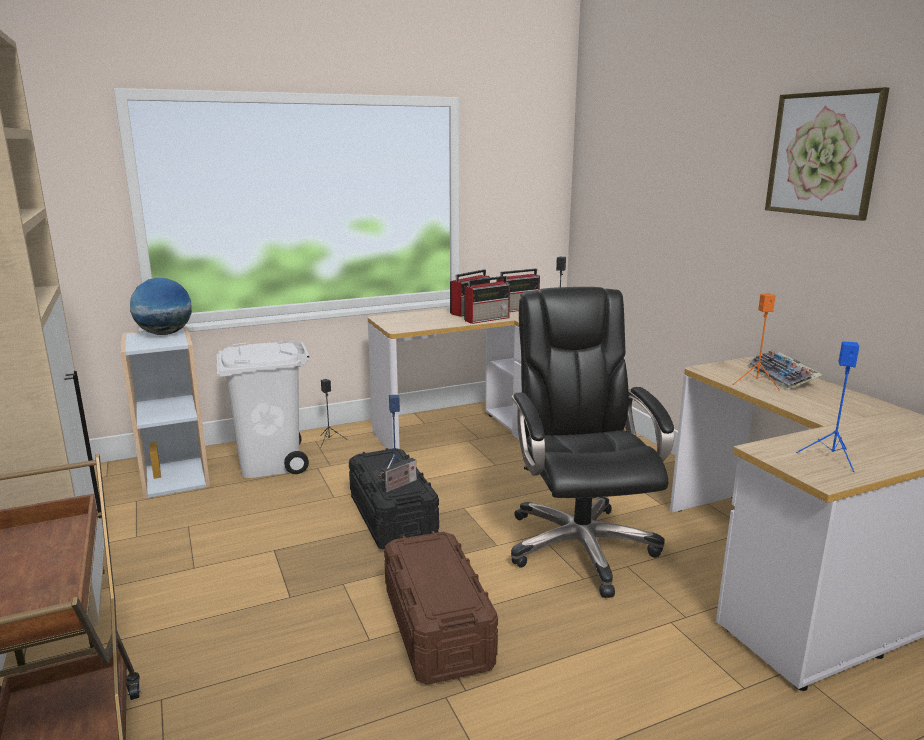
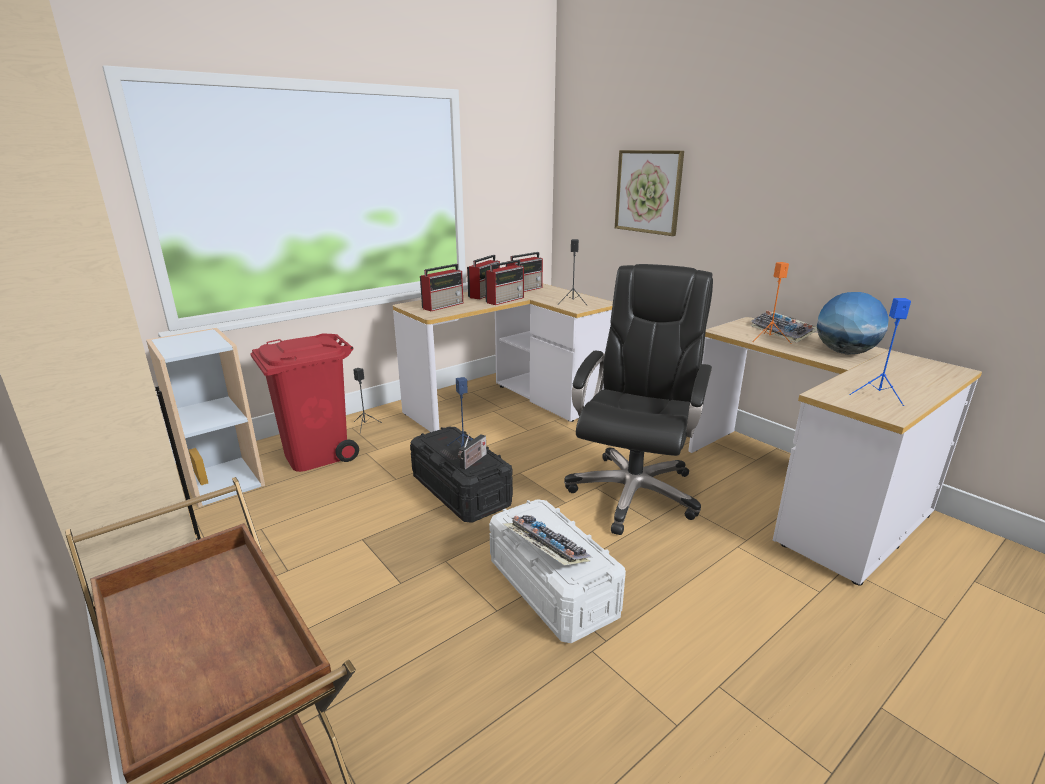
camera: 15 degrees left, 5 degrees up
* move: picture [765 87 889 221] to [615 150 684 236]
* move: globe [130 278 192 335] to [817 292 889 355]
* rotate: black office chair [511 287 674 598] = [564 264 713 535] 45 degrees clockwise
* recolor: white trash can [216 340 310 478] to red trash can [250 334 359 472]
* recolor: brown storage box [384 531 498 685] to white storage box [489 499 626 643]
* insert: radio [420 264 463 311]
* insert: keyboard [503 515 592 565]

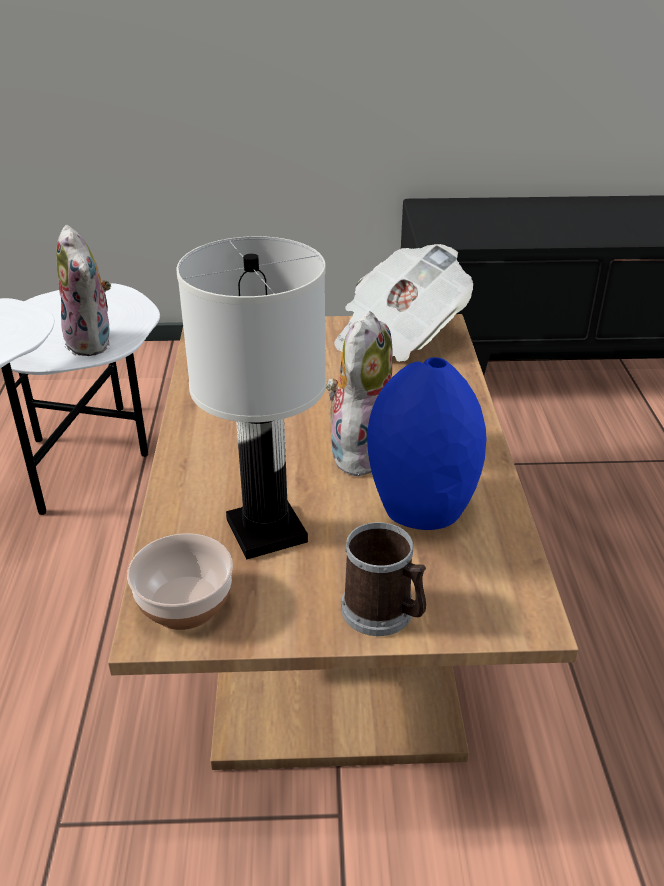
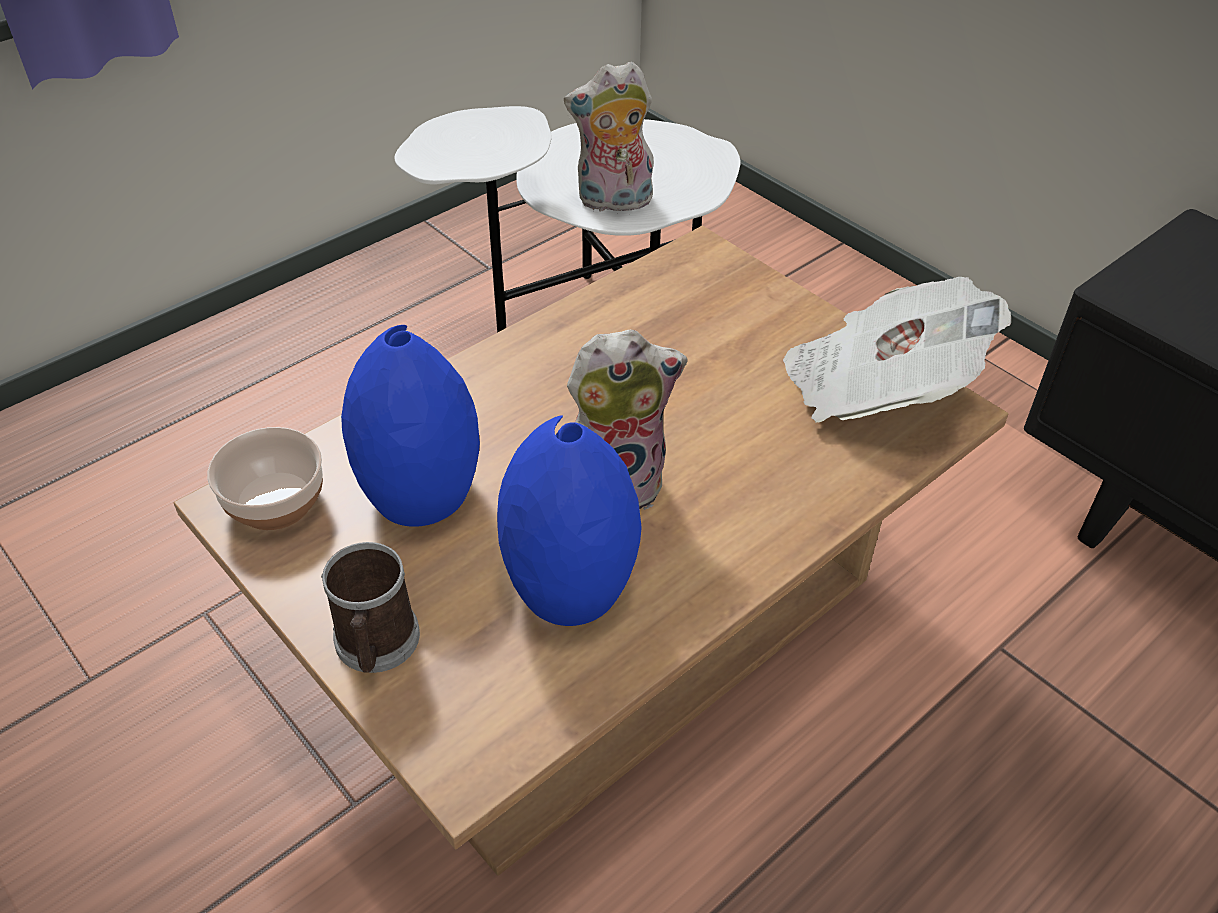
camera: 50 degrees right, 10 degrees up
* rotate: plush toy [56 225 111 356] = [564 62 654 215] 60 degrees clockwise
* replace: white table lamp [176 236 326 559] to blue vase [341 325 480 527]

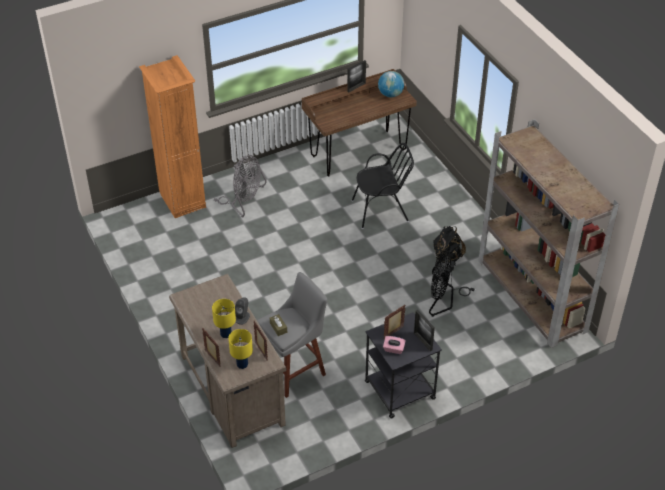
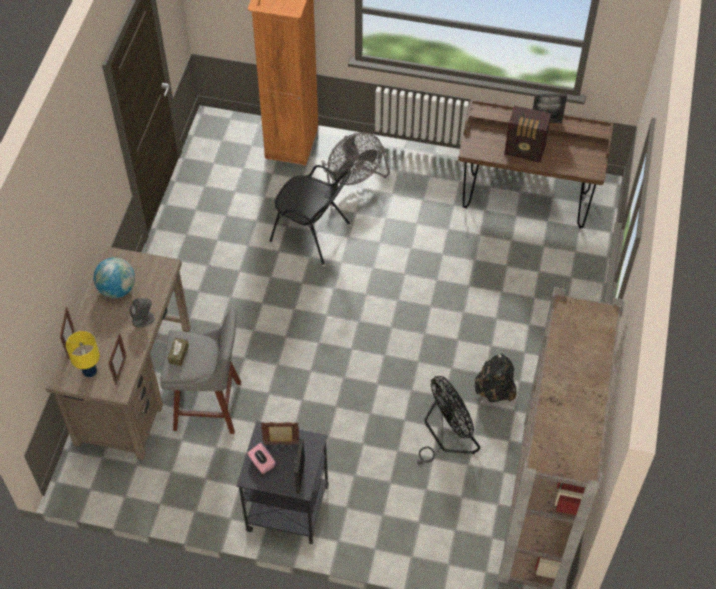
camera: 40 degrees right, 10 degrees up
* move: globe [378 71 404 97] to [94 257 135 298]
* move: black chair [351 143 414 229] to [269 165 351 267]
* rotate: black fan [429 250 475 317] = [416 376 480 465] 105 degrees clockwise
* delete: yellow table lamp [212 299 236 338]
* insert: radio [504 105 551 163]

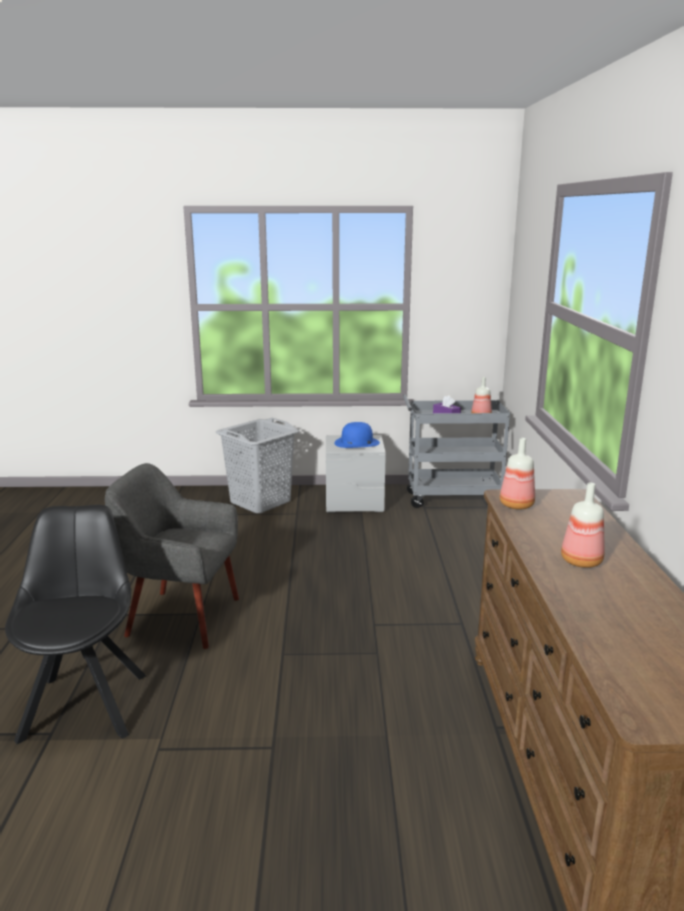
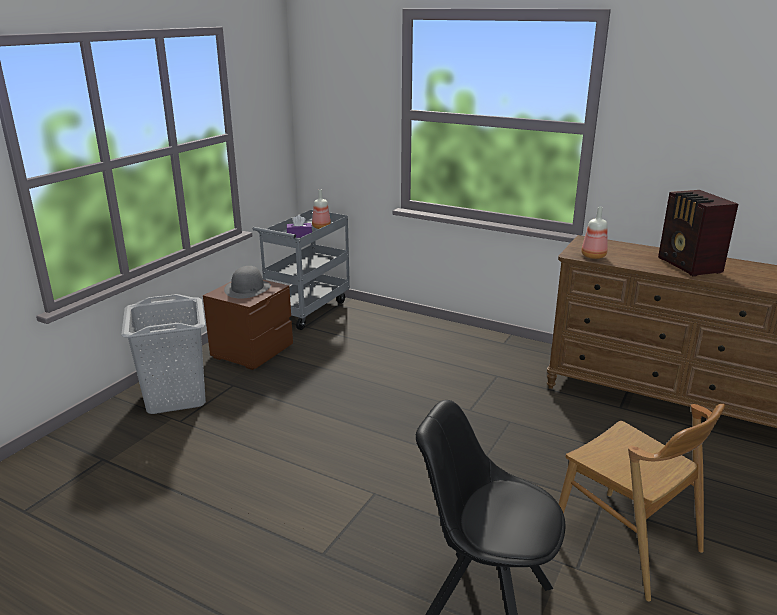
camera: 60 degrees left, 5 degrees up
* recolor: blue hat [334 422 380 448] to grey hat [224 266 271 298]
* recolor: white nightstand [326 435 386 512] to brown nightstand [203 280 293 370]
* delete: grey armchair [105 463 239 649]
* replace: bottle [561 482 605 568] to radio [658 190 738 276]
* insert: brown chair [559 404 726 601]

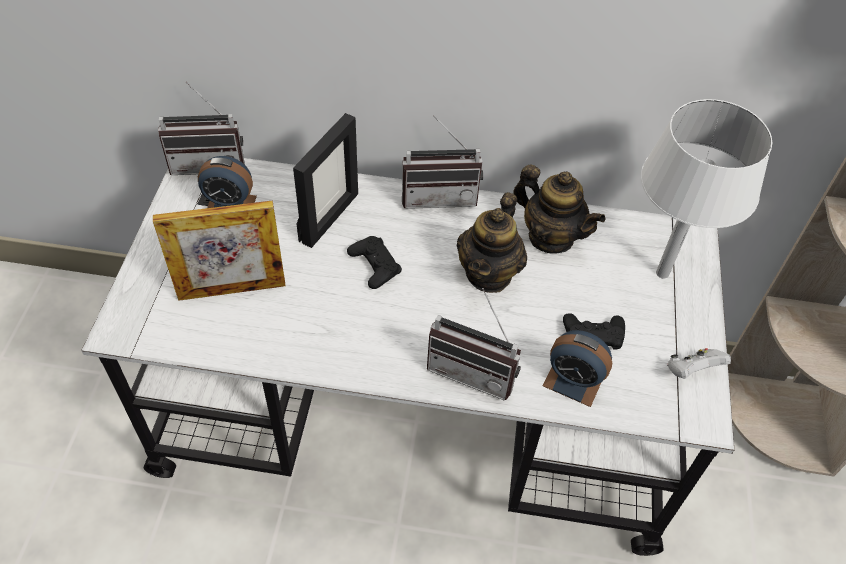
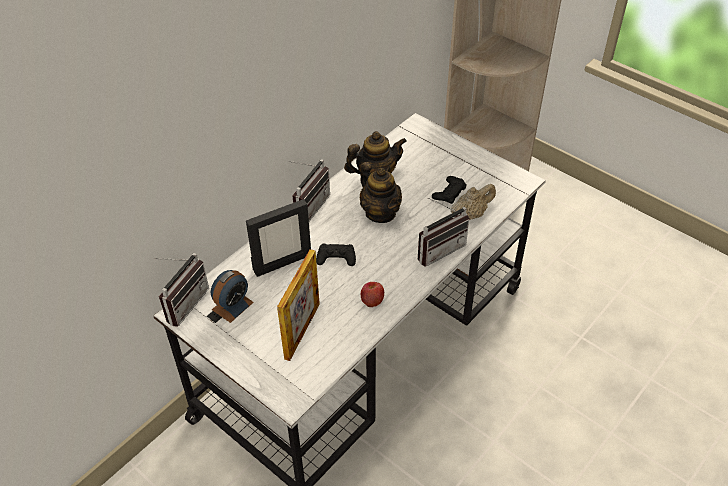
camera: 55 degrees left, 5 degrees down
* delete: white table lamp [641 99 772 279]
* rotate: picture frame [293 113 358 248] = [246 199 311 277] 90 degrees clockwise
* replace: alarm clock [543 330 612 407] to beige teapot [451 184 496 220]
* delete: white game controller [667 348 731 378]
* insert: apple [361 282 384 307]

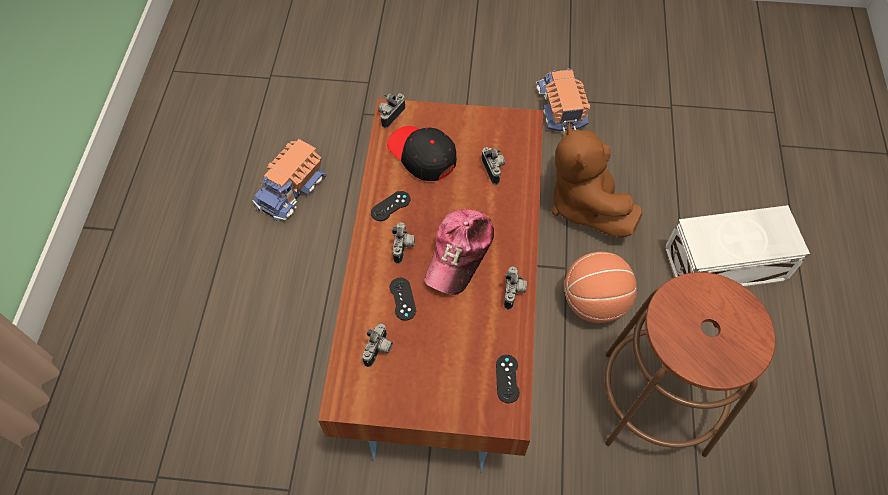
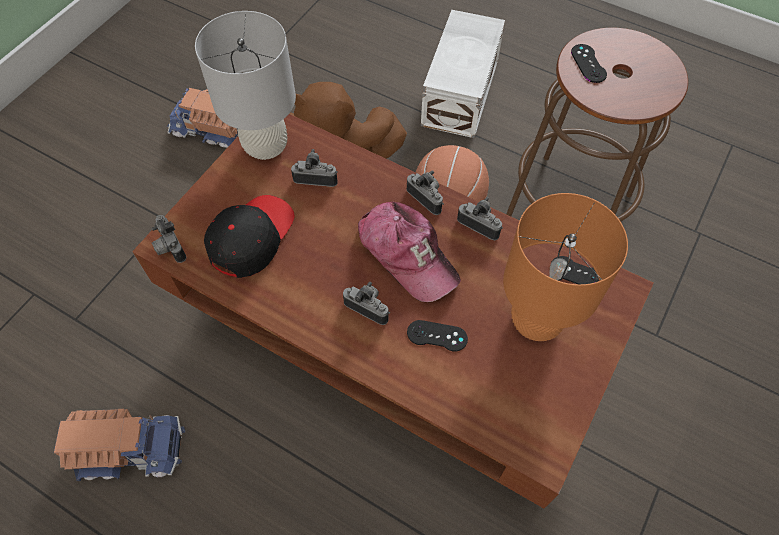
camera: 65 degrees left, 0 degrees up
* rotate: black cap [387 126 457 181] = [204 195 294 278] 135 degrees clockwise
* rotate: toy truck [252 139 326 222] = [54 409 185 481] 60 degrees counterclockwise
* move: black game controller [371 191 410 221] to [571 44 607 83]
* move: photo camera [362 324 393 367] to [406 170 444 215]
* insert: grey table lamp [195 11 296 160]
* insert: orange table lamp [503 193 628 341]

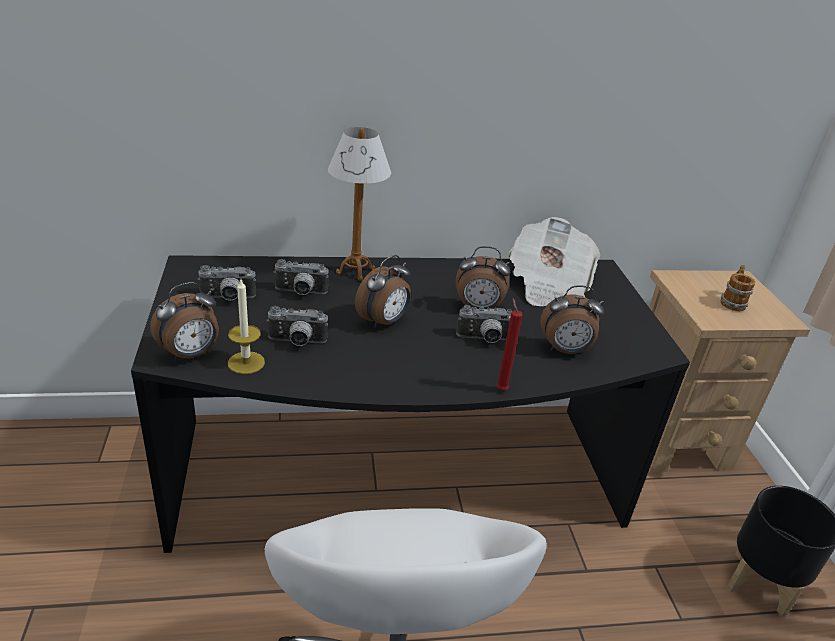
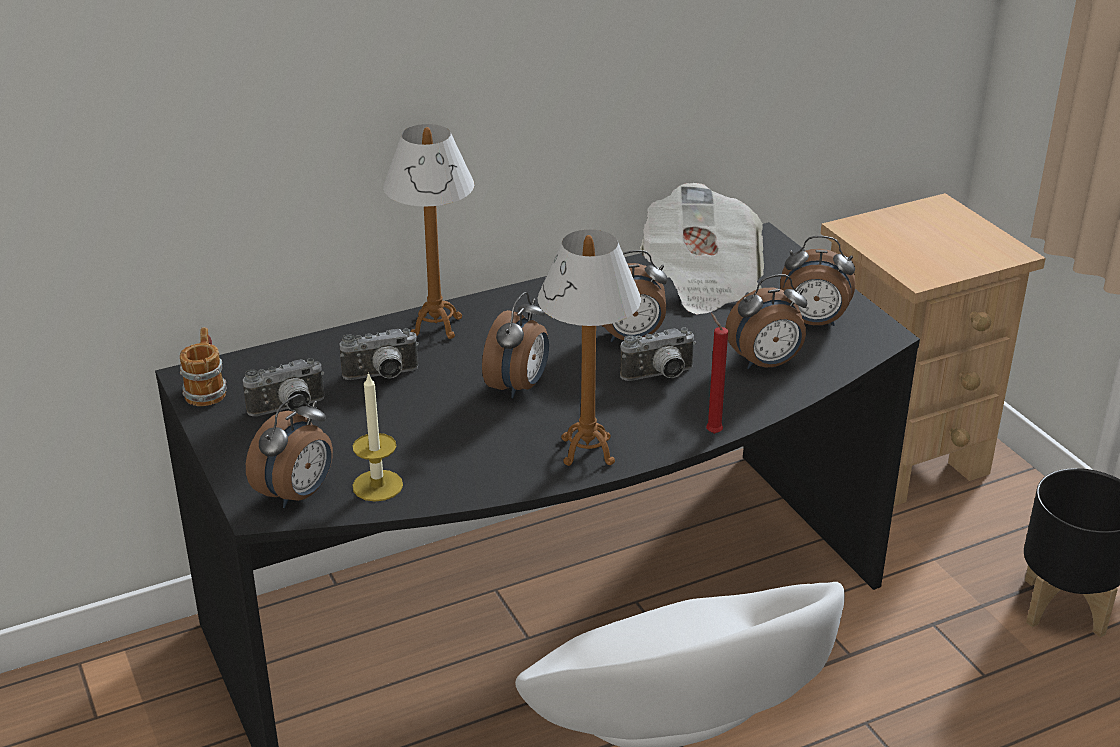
camera: 15 degrees left, 0 degrees up
* move: mug [721 265 755 311] to [180 328 226 406]
* delete: photo camera [266 306 328 346]
* insert: table lamp [538 230 641 466]
* insert: alarm clock [780 236 855 326]

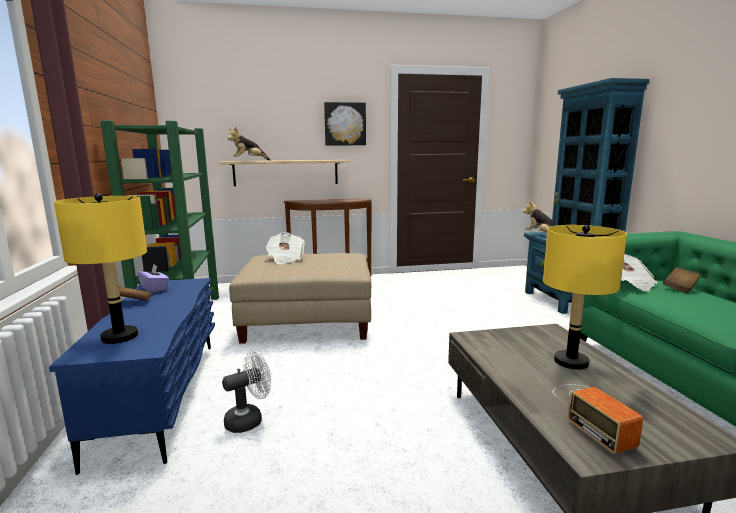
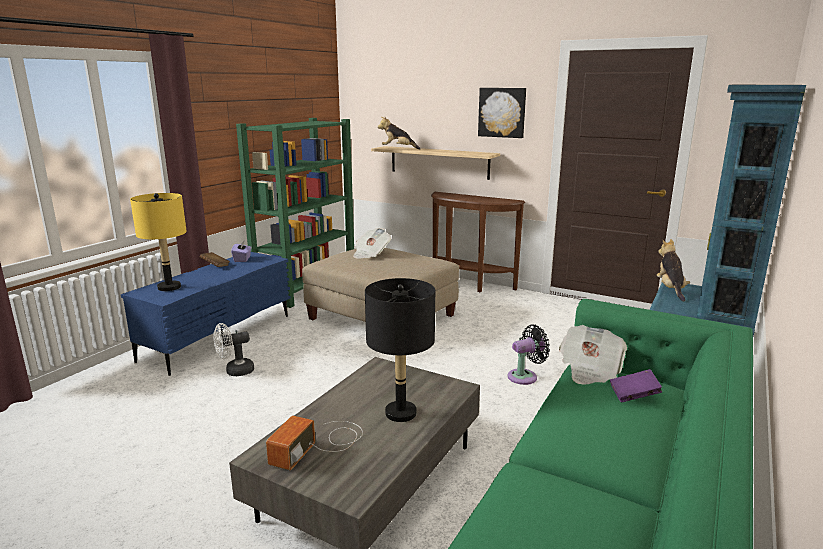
camera: 40 degrees right, 5 degrees up
* recolor: yellow table lamp [543 225 627 370] to black table lamp [365 278 435 422]
* recolor: brown book [663 267 701 293] to purple book [610 369 662 402]
* rotate: white fan [222 351 271 433] = [213 323 254 376] 150 degrees clockwise
* insert: black fan [508 324 550 385]

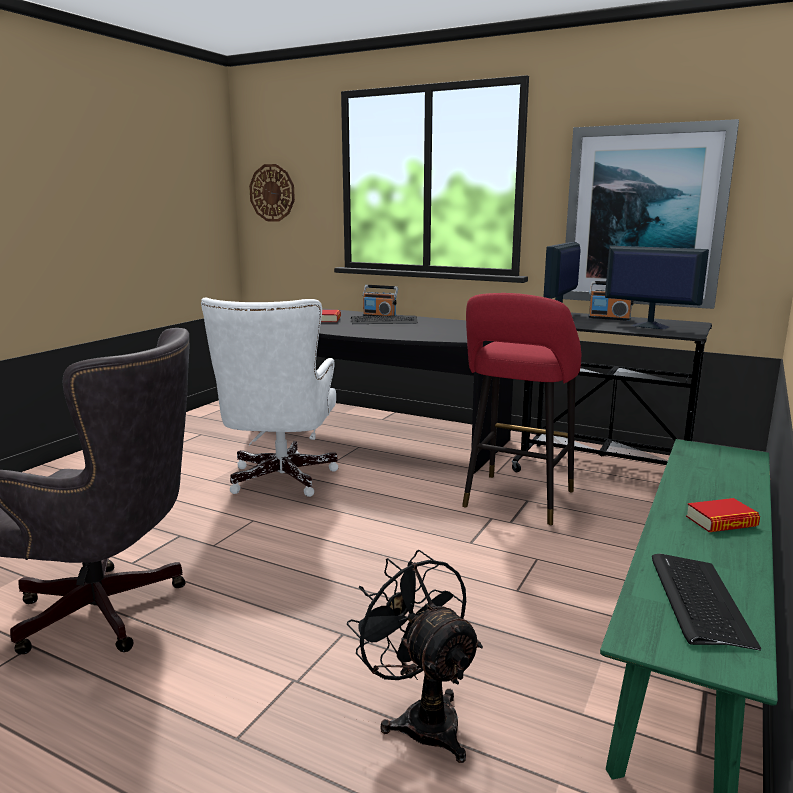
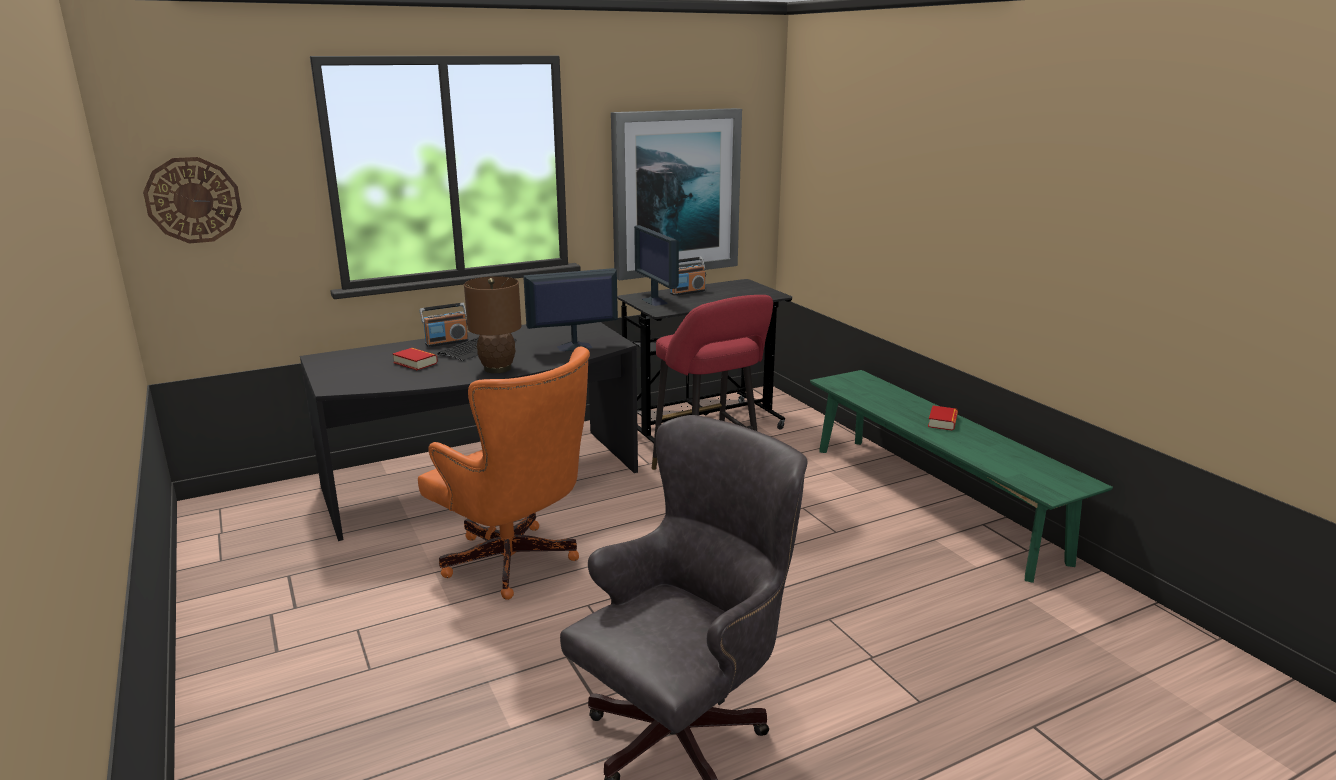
camera: 55 degrees left, 5 degrees up
* move: monitor [605 246 709 329] to [523 268 618 351]
* recolor: white office chair [201 298 338 497] to orange office chair [418 347 590 600]
* delete: black fan [347 550 483 763]
* delete: keyboard [652 554 761 651]
* insert: brown table lamp [464 276 521 373]

